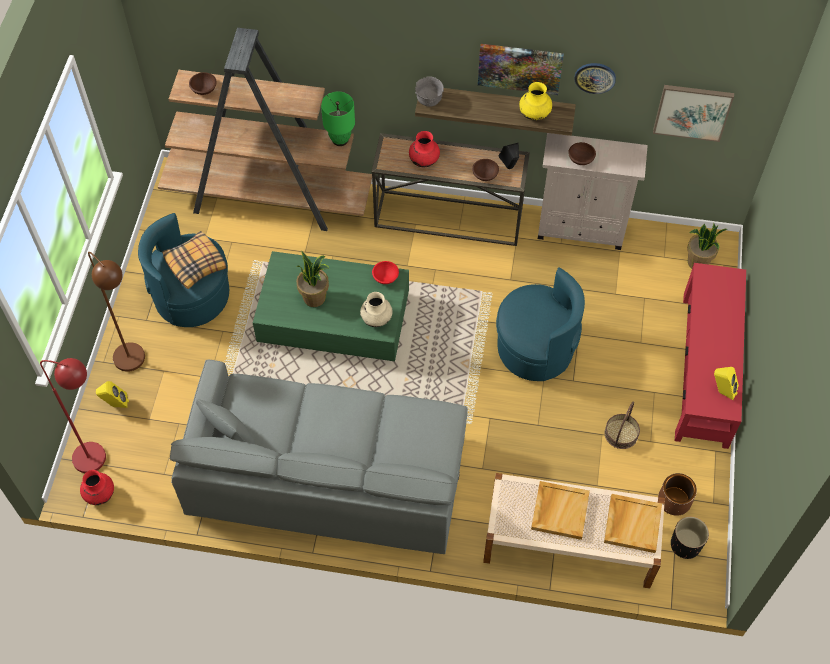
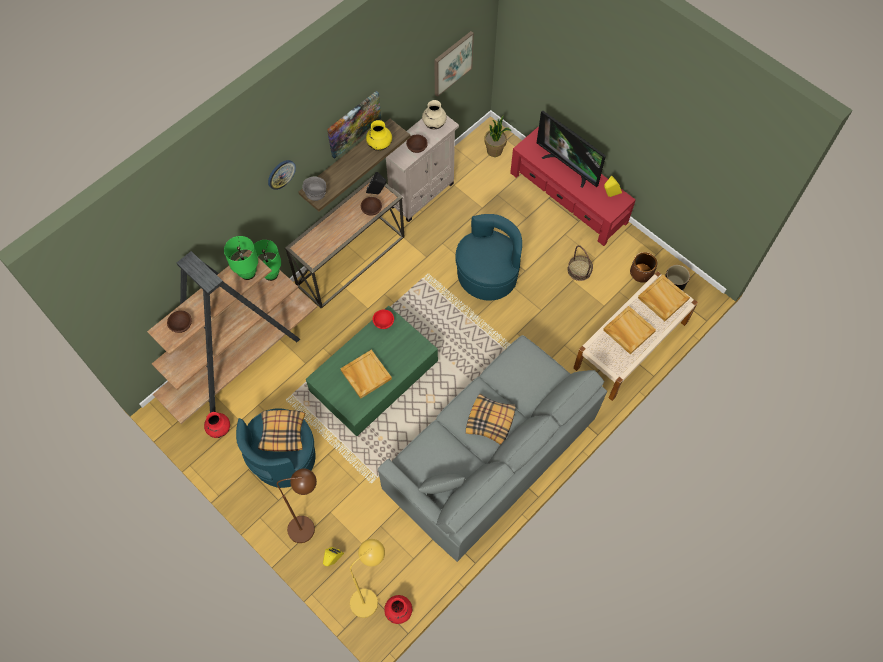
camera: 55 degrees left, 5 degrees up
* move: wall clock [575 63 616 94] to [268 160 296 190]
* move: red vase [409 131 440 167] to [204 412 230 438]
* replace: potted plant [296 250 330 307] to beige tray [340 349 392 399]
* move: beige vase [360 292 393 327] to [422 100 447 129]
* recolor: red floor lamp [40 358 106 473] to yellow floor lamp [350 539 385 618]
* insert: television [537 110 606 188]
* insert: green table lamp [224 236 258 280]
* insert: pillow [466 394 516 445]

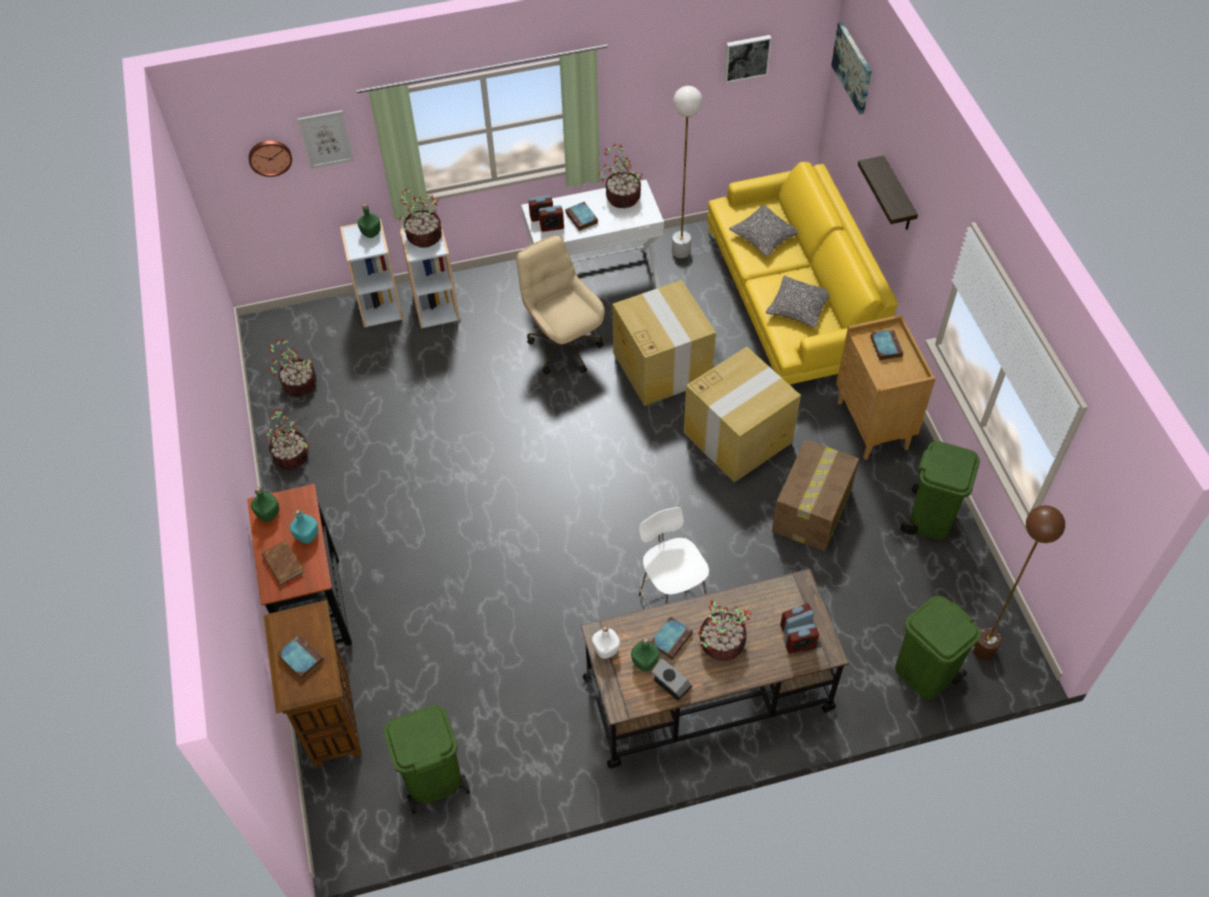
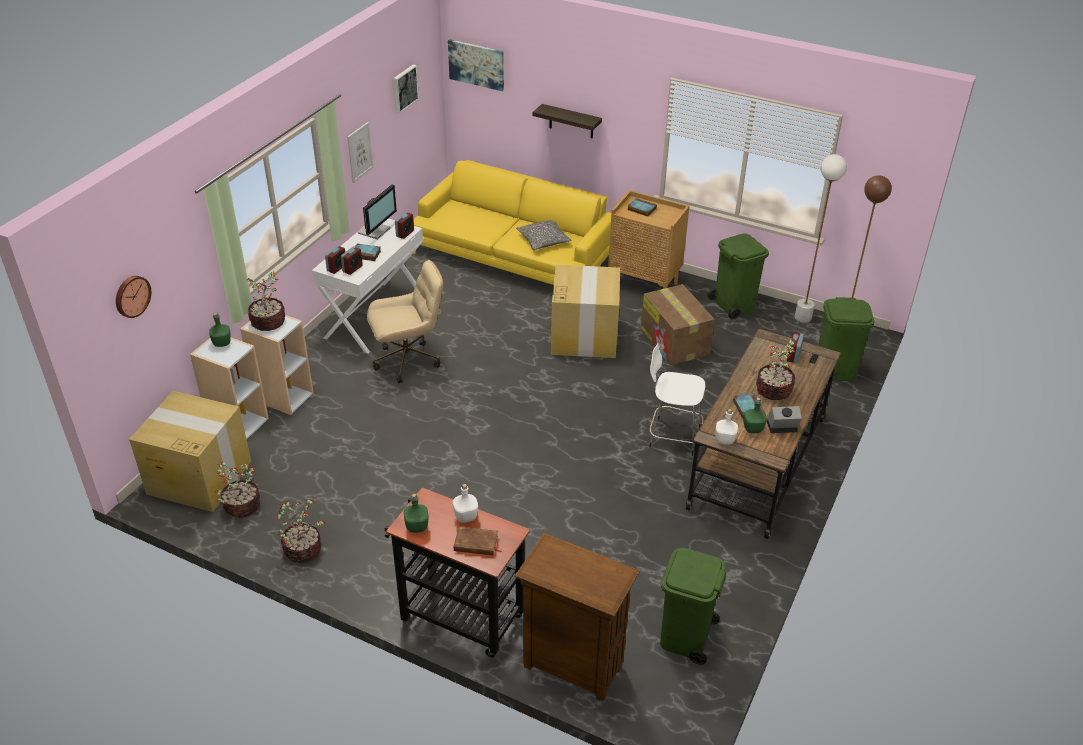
camera: 50 degrees left, 15 degrees down
* move: white floor lamp [672 86 703 258] to [795 154 847 323]
* move: picture [298 110 354 169] to [347 122 374 183]
* replace: potted plant [598 144 643 208] to monitor [358 184 397 240]
* delete: pillow [729 205 798 257]
* rotate: beige office chair [516 235 605 375] = [367 260 443 384] 150 degrees clockwise
* move: cardboard box [612 280 716 406] to [129 391 251 512]
* recolor: turquoise bottle [290 510 318 544] to white bottle [453 484 478 523]
* move: alarm clock [785 623 819 654] to [395 212 414 239]
* delete: book [277 635 324 680]

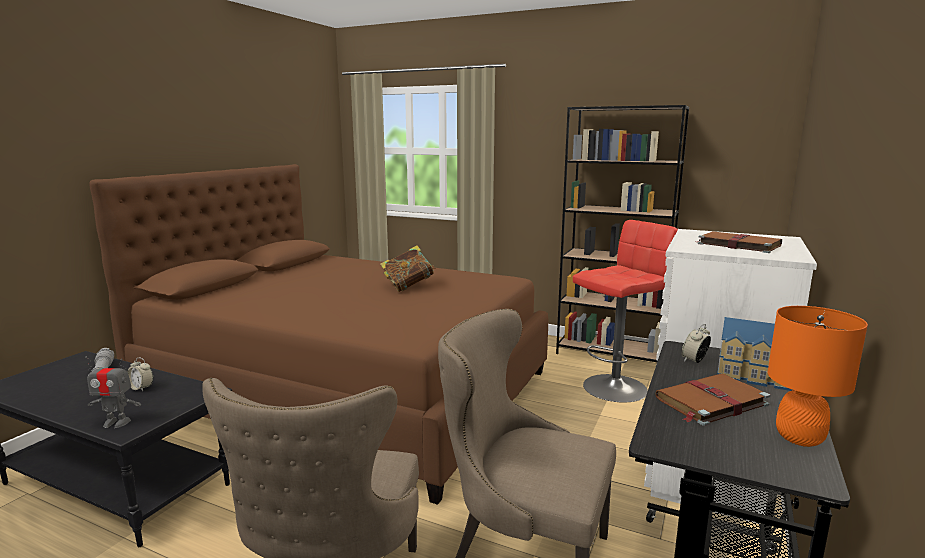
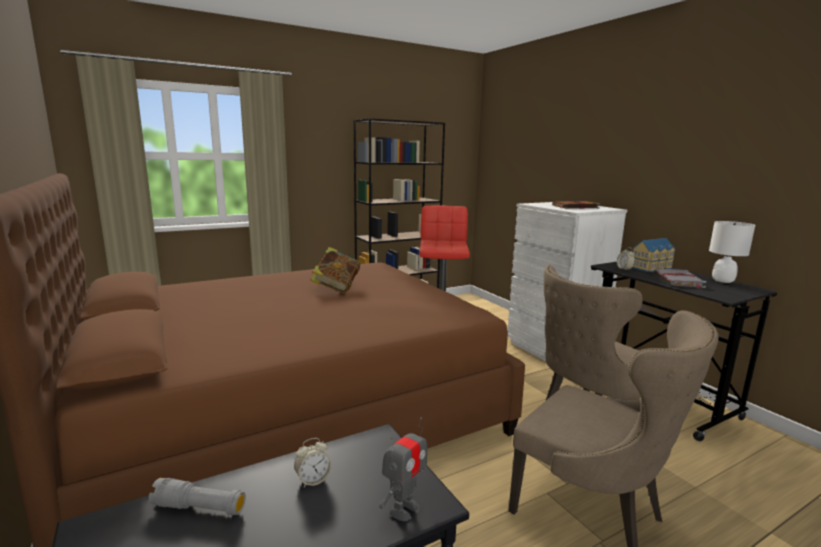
camera: 55 degrees left, 0 degrees up
* recolor: orange table lamp [768 306 868 447] to white table lamp [709 221 755 283]
* recolor: brown book [655 374 770 426] to grey book [654 268 706 289]

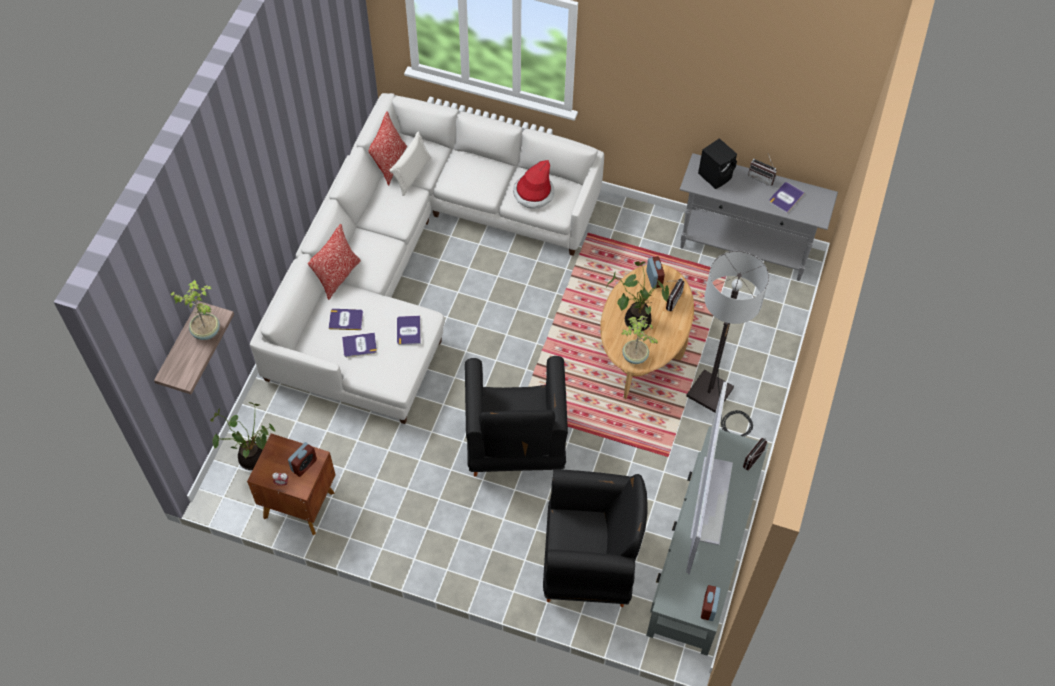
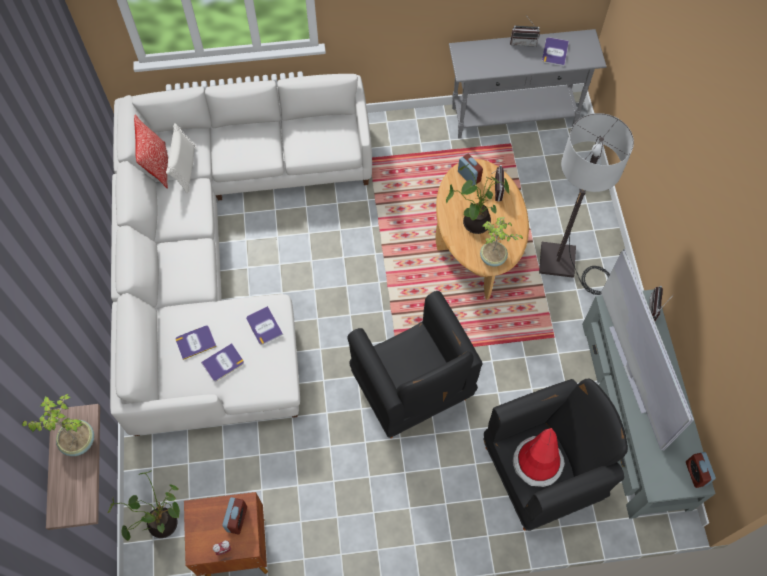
camera: 25 degrees left, 5 degrees up
* delete: black speaker [698 138 737 189]
* move: hat [513 160 554 209] to [513 428 565 487]
* delete: pillow [308 224 361 300]

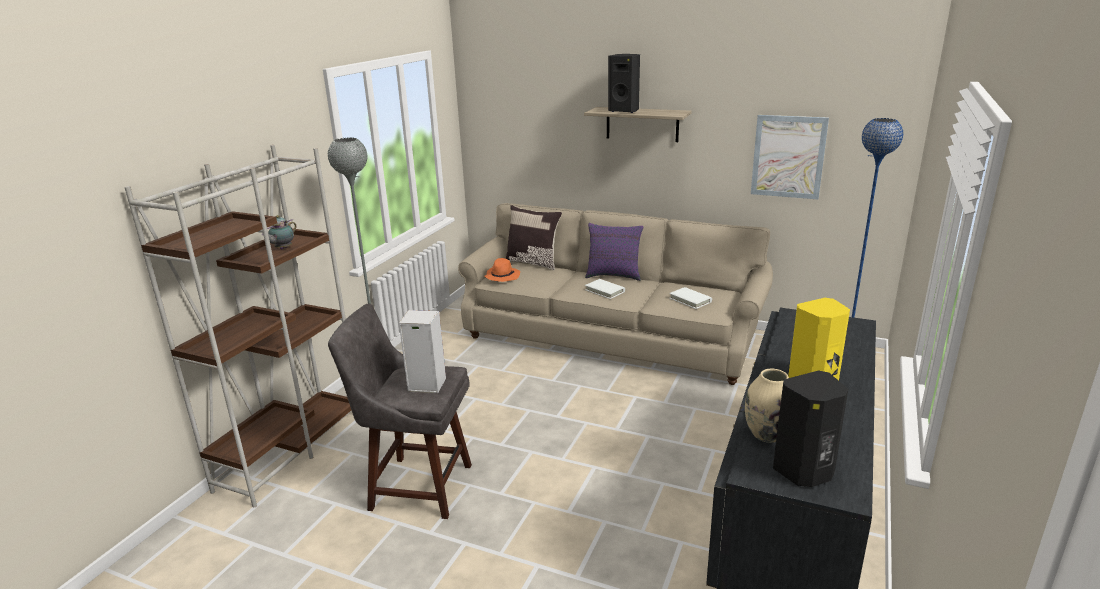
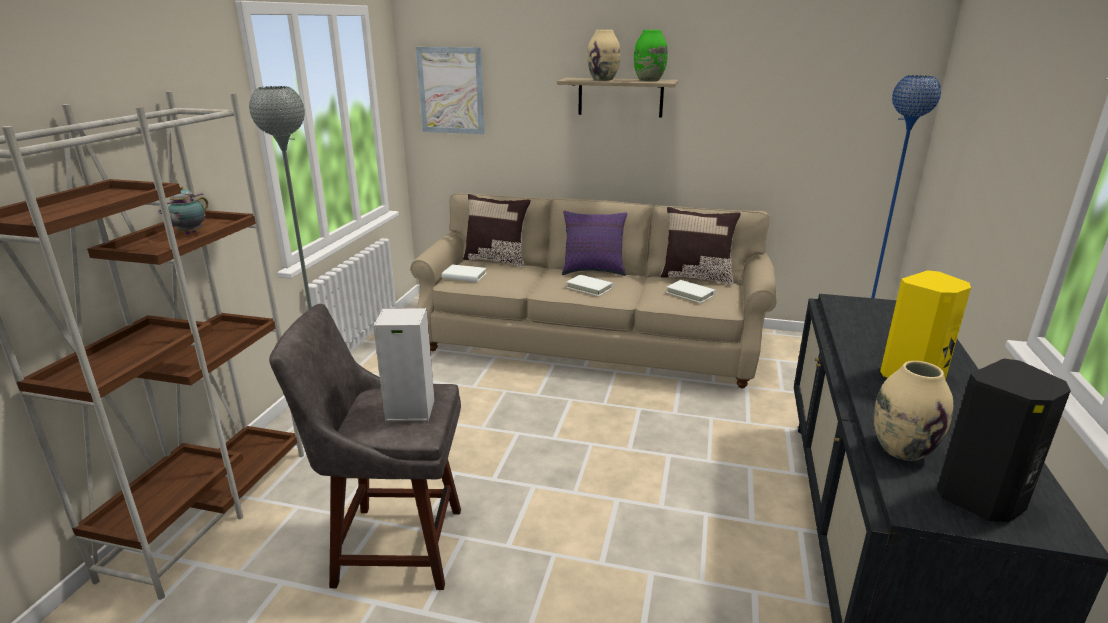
camera: 10 degrees left, 0 degrees up
* replace: black speaker [608 54 640 113] to beige vase [587 30 620 81]
* move: picture [751 115 829 199] to [416 47 485 134]
* replace: orange hat [485 258 520 282] to white book [442 265 487 282]
* insert: green vase [634 30 668 81]
* insert: pillow [660 207 741 285]

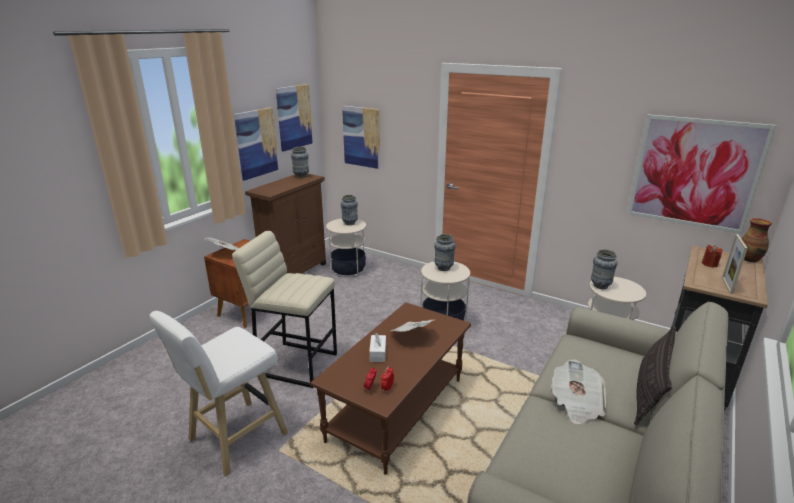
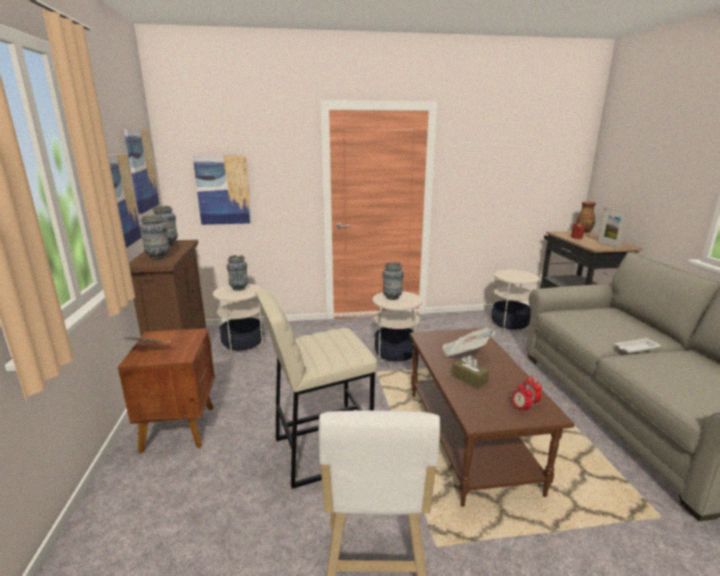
camera: 40 degrees left, 5 degrees down
* delete: picture [627 114 777 234]
* move: vase [591 249 618 289] to [140 215 170 260]
* delete: pillow [634 326 676 425]
* recolor: white tissue box [369 332 386 362] to brown tissue box [452 355 489 389]
* replace: newspaper [551 360 606 424] to white tray [615 338 661 353]

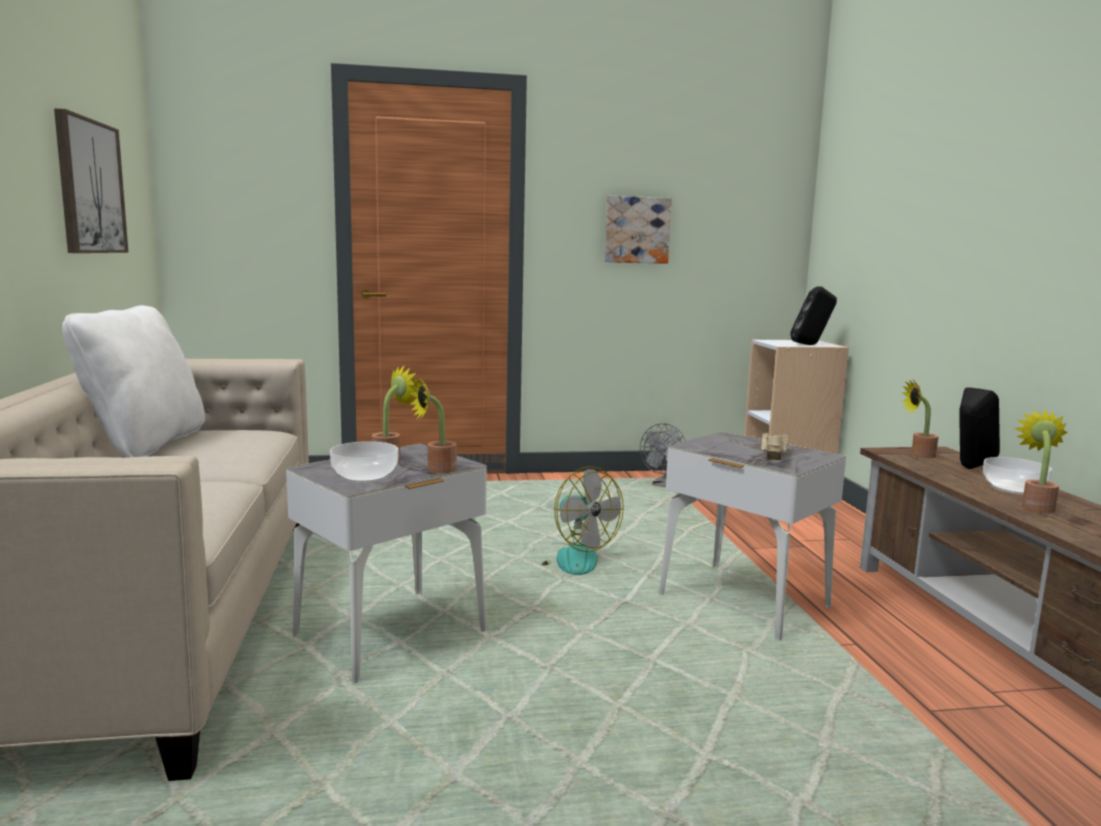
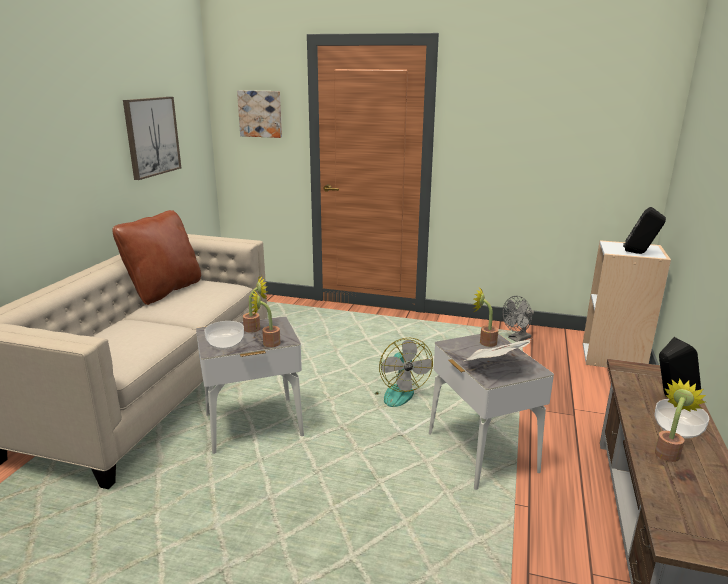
camera: 25 degrees right, 10 degrees up
* move: picture [605 196 672 264] to [237 90 282 138]
* recolor: white pillow [62 305 205 457] to brown pillow [113 210 201 305]
* move: potted plant [901 380 939 458] to [473 287 499 347]
* replace: beige tray [761 430 789 460] to newspaper [464 339 531 361]

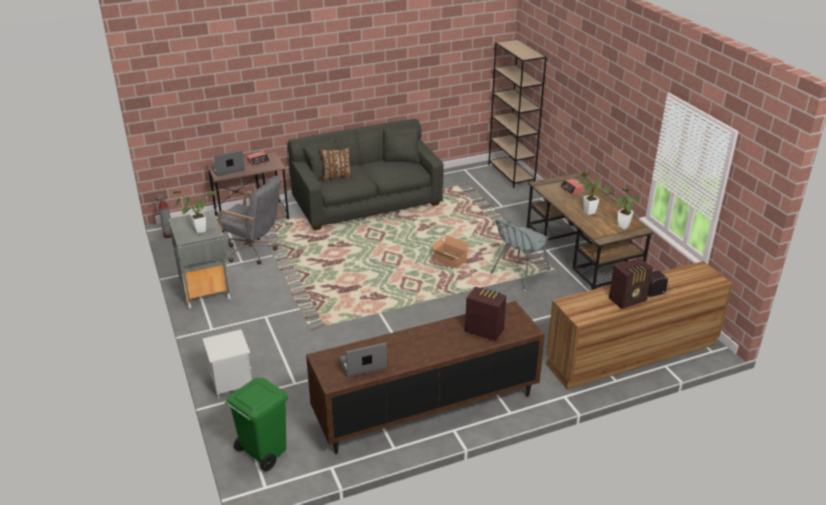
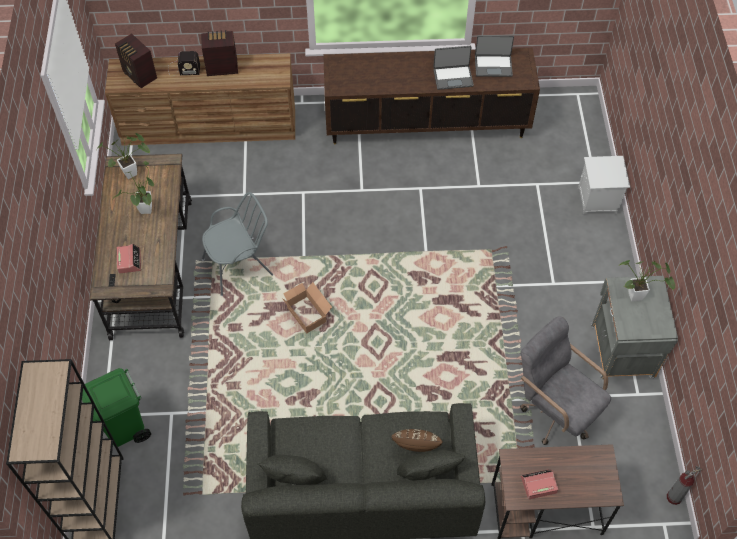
camera: 160 degrees left, 25 degrees up
* move: laptop [211 150 245 176] to [433 46 474 90]
* move: radio [465 287 506 341] to [115 33 157 88]
* move: green trash can [225 378 288 471] to [82 368 151 447]

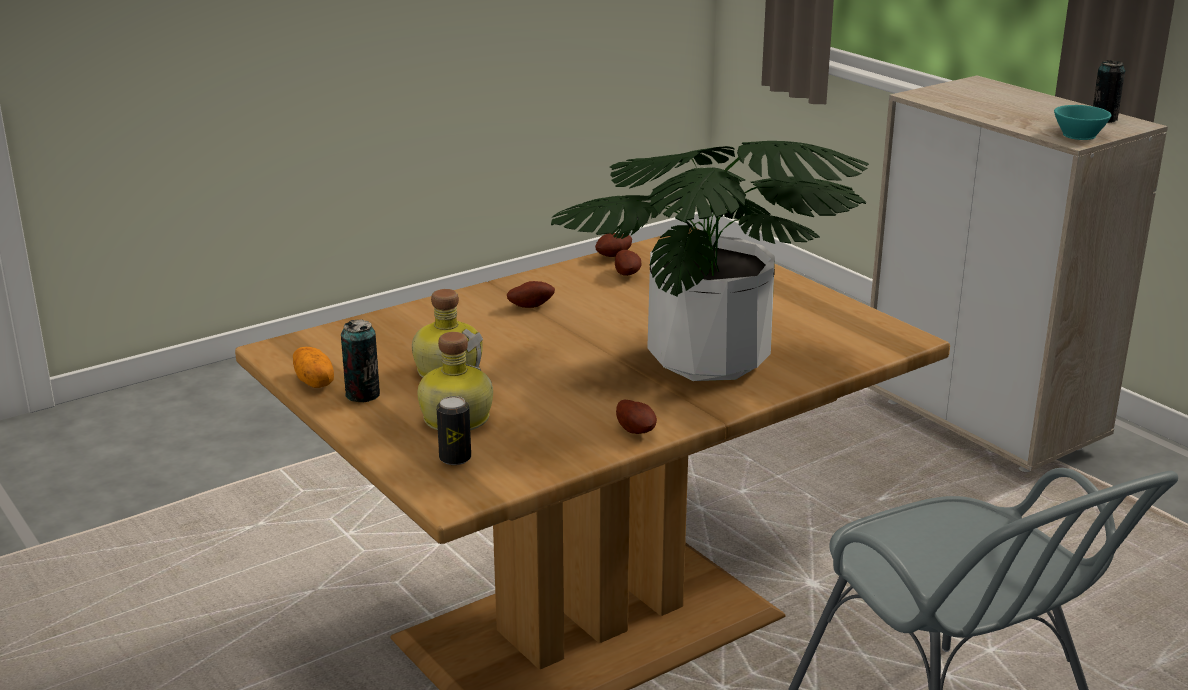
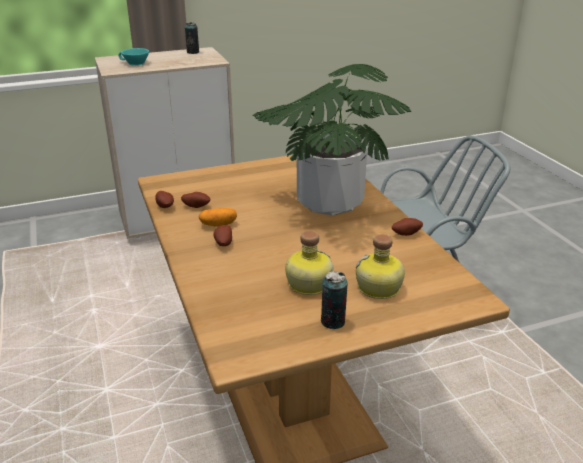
camera: 75 degrees left, 5 degrees up
* move: turquoise cup [1054 105 1111 140] to [119 48 149 66]
* move: potato [293 347 334 388] to [199 208 237 227]
* delete: can [437 396 471 465]

